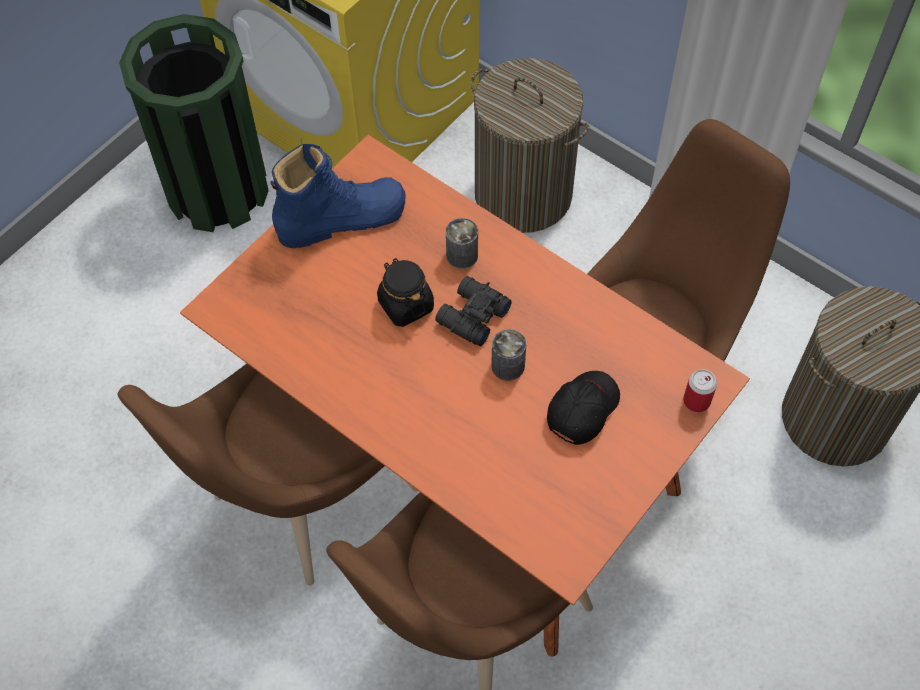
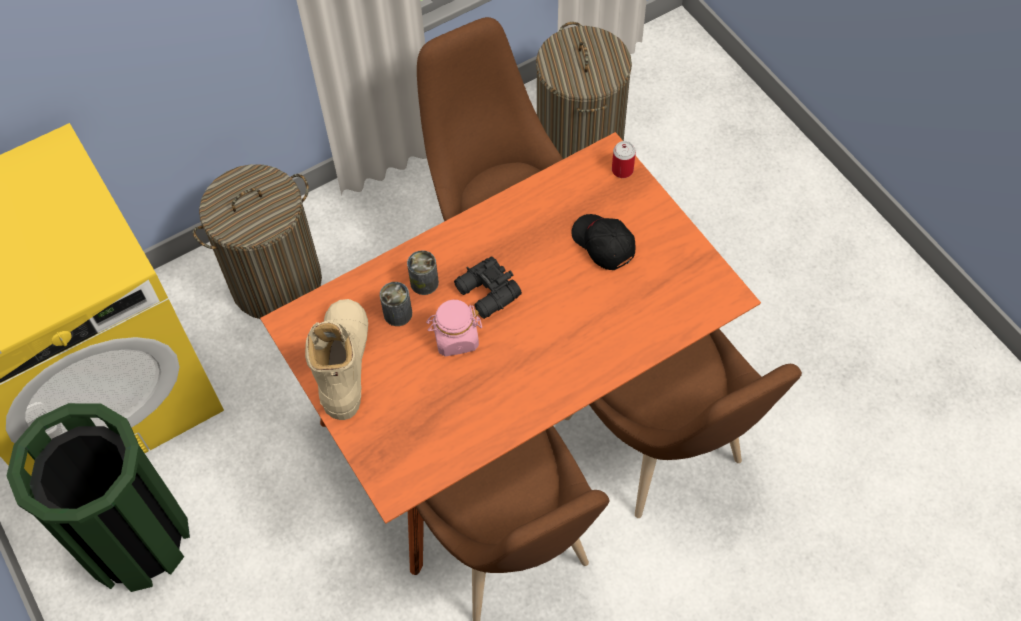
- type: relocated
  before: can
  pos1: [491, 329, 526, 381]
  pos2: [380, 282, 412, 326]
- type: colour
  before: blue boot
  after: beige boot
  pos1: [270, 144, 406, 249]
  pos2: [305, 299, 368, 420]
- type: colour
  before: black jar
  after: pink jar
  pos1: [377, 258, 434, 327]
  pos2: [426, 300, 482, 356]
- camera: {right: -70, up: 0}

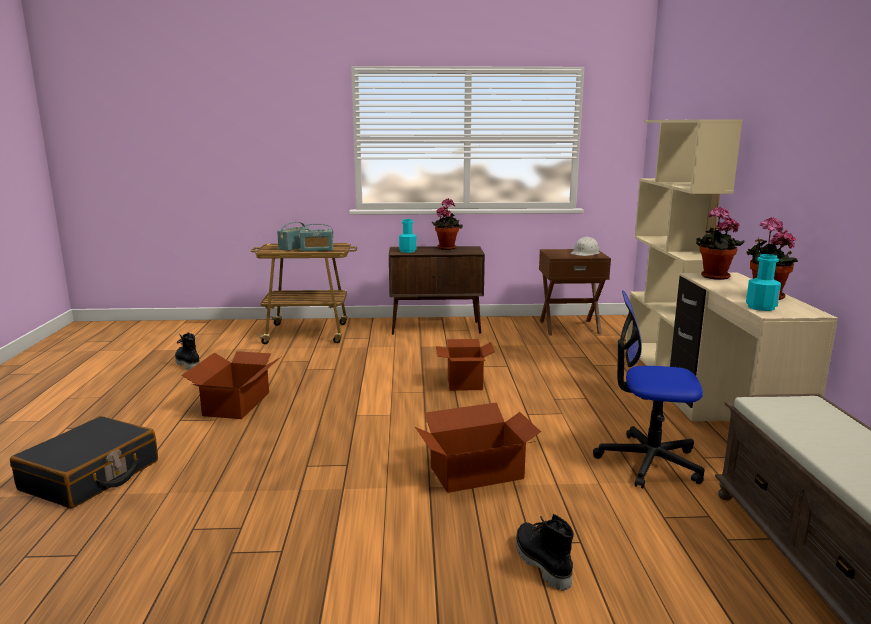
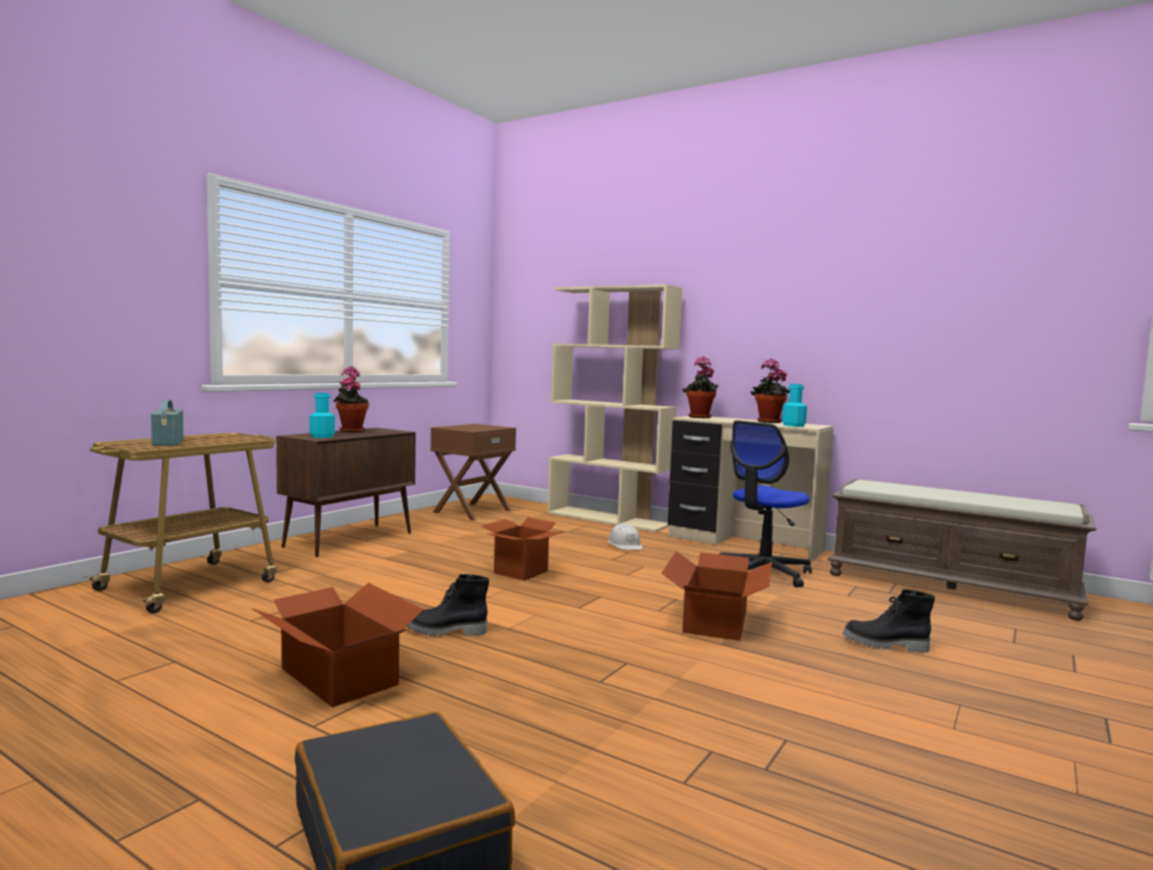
- type: missing
  before: radio
  pos1: [299, 224, 334, 251]
- type: relocated
  before: black boot
  pos1: [175, 332, 200, 370]
  pos2: [407, 574, 489, 637]
- type: relocated
  before: white hard hat
  pos1: [571, 237, 600, 256]
  pos2: [608, 523, 643, 550]
- camera: {right: -55, up: -10}

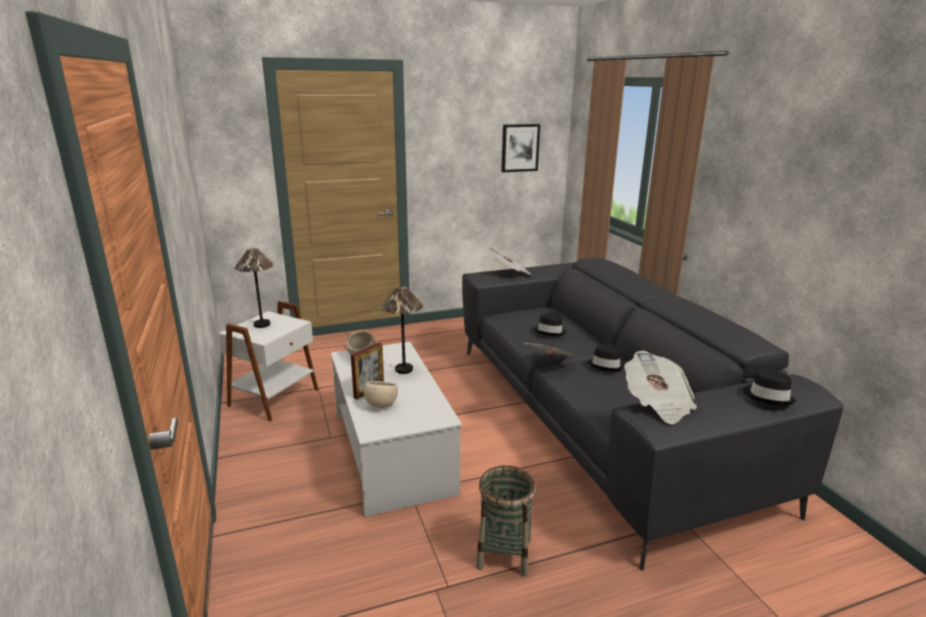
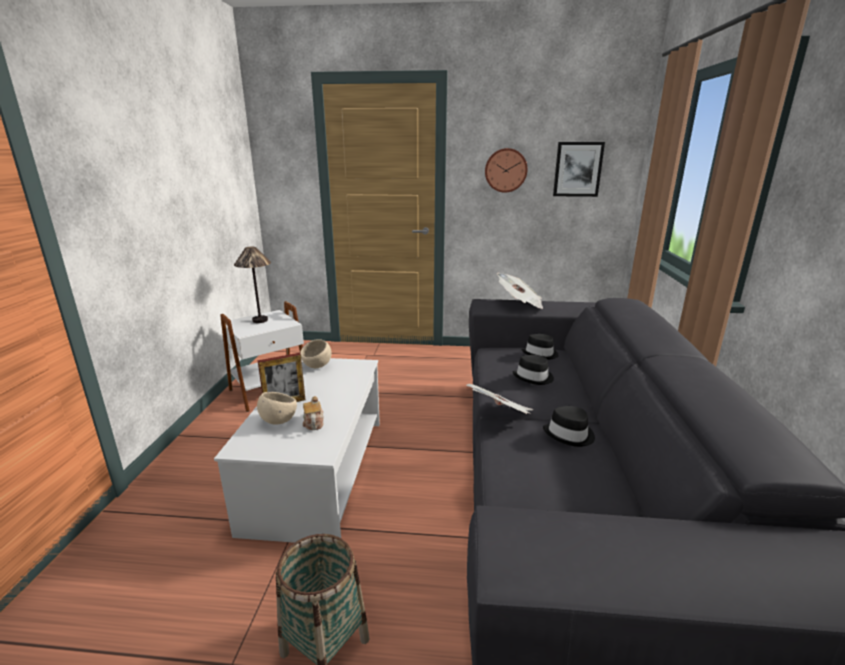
- type: missing
  before: table lamp
  pos1: [381, 286, 423, 374]
- type: missing
  before: newspaper
  pos1: [624, 351, 697, 425]
- type: appeared
  after: teapot
  pos2: [303, 396, 324, 430]
- type: appeared
  after: wall clock
  pos2: [485, 148, 528, 193]
- type: relocated
  before: black hat
  pos1: [743, 369, 796, 405]
  pos2: [521, 334, 559, 360]
- camera: {right: 25, up: 0}

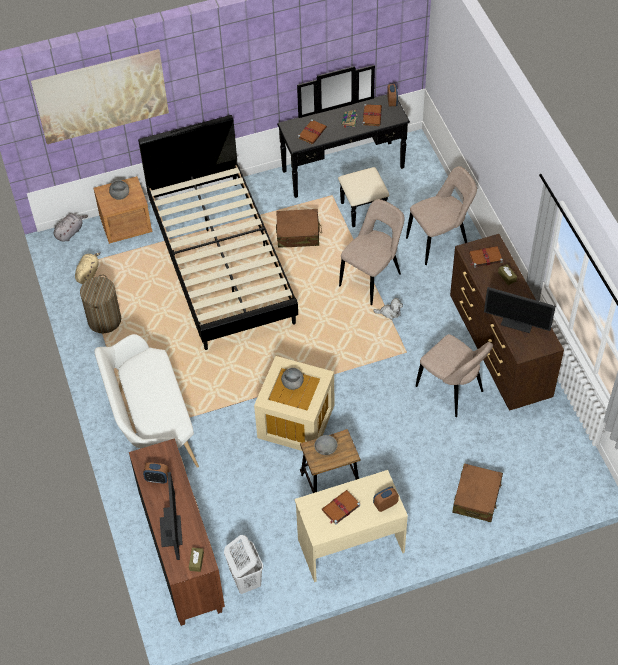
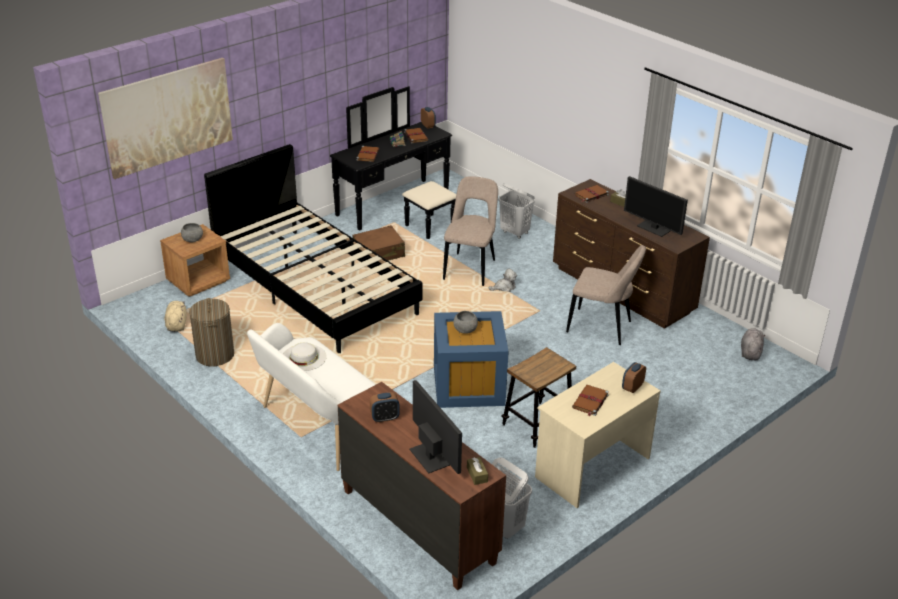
- type: missing
  before: grey bowl
  pos1: [314, 435, 338, 455]
- type: missing
  before: brown suitcase
  pos1: [452, 463, 503, 522]
- type: appeared
  after: white hat
  pos2: [283, 342, 326, 371]
- type: relocated
  before: grey plush toy
  pos1: [54, 213, 88, 242]
  pos2: [741, 328, 765, 361]
- type: exchanged
  before: beige chair
  after: white laundry basket
  pos1: [406, 166, 477, 265]
  pos2: [499, 183, 535, 239]
- type: colour
  before: beige storage box
  after: blue storage box
  pos1: [254, 356, 335, 451]
  pos2: [434, 311, 509, 408]
- type: spun
  before: monitor
  pos1: [484, 287, 556, 333]
  pos2: [624, 176, 688, 237]
  turn: 45
- camera: {right: -25, up: -20}

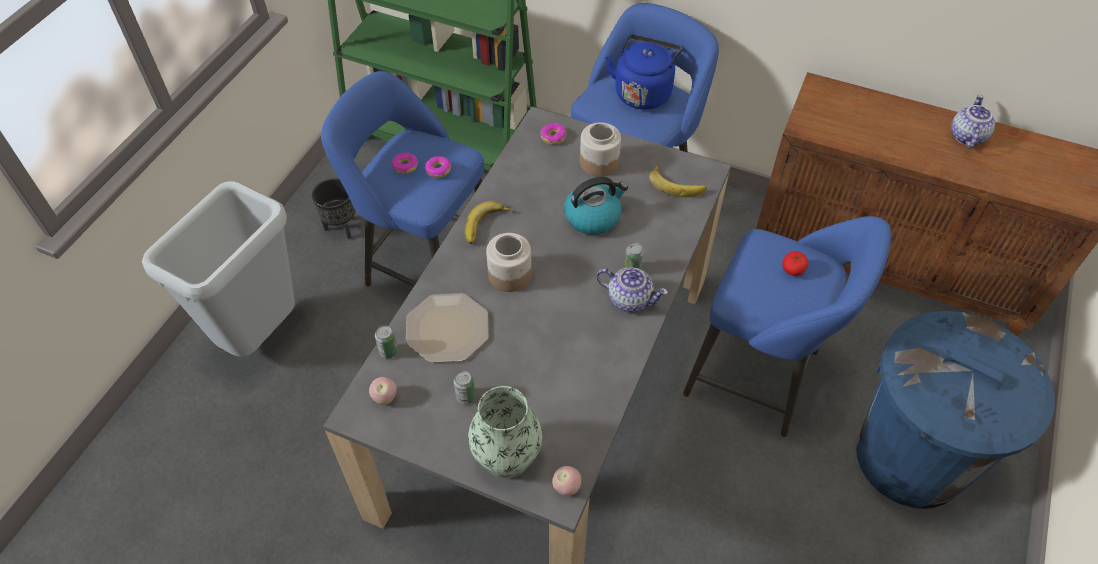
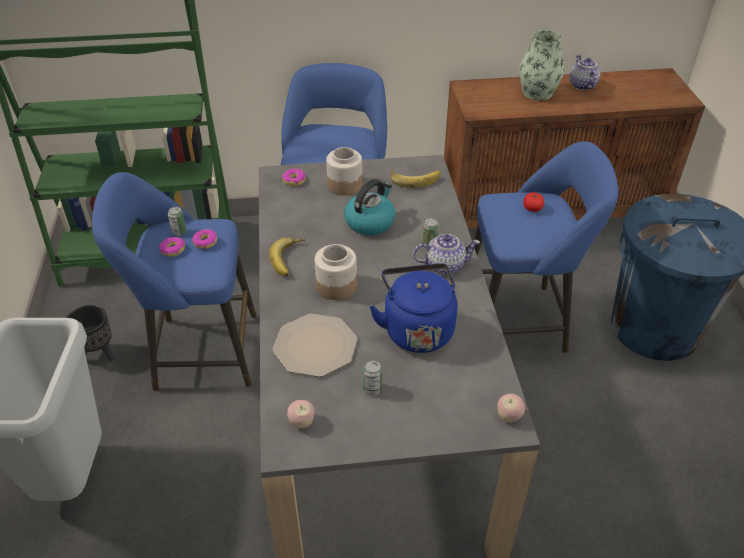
- type: relocated
  before: can
  pos1: [375, 325, 398, 359]
  pos2: [168, 207, 187, 235]
- type: relocated
  before: vase
  pos1: [468, 386, 542, 478]
  pos2: [519, 30, 564, 100]
- type: relocated
  before: blue kettle
  pos1: [605, 34, 682, 110]
  pos2: [369, 263, 457, 353]
- camera: {right: -30, up: -10}

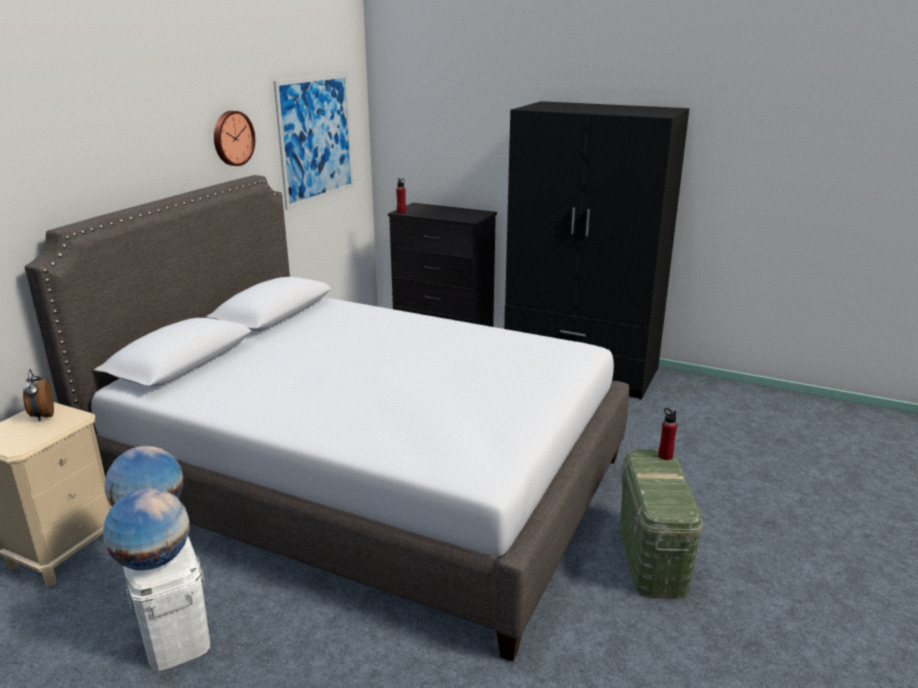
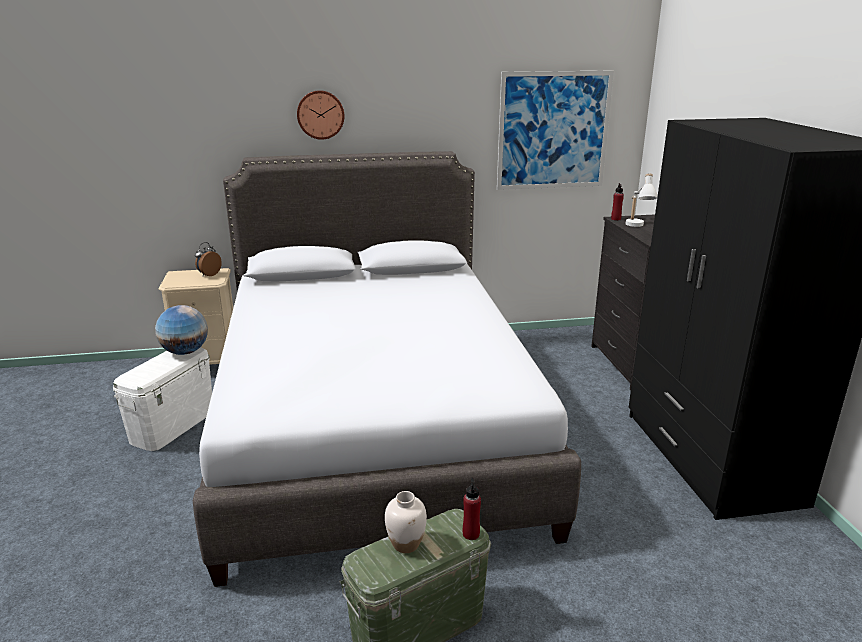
- type: missing
  before: globe
  pos1: [103, 488, 189, 570]
- type: appeared
  after: white vase
  pos2: [385, 491, 427, 553]
- type: appeared
  after: white table lamp
  pos2: [626, 174, 657, 227]
- type: relocated
  before: wall clock
  pos1: [214, 111, 255, 166]
  pos2: [297, 90, 344, 140]
- camera: {right: 55, up: 0}

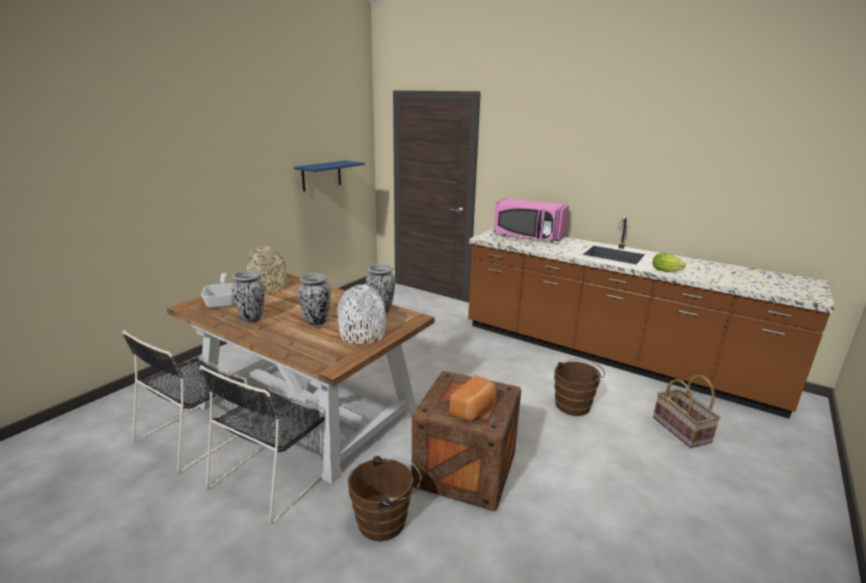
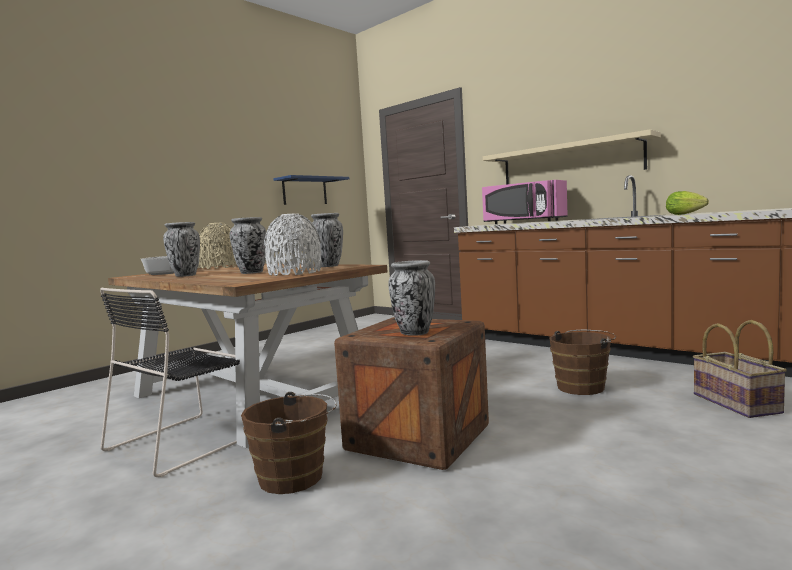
- type: missing
  before: black chair
  pos1: [123, 330, 252, 472]
- type: appeared
  after: beige shelf
  pos2: [483, 129, 661, 185]
- type: exchanged
  before: bread
  after: vase
  pos1: [450, 375, 496, 421]
  pos2: [388, 260, 435, 336]
- camera: {right: 10, up: -15}

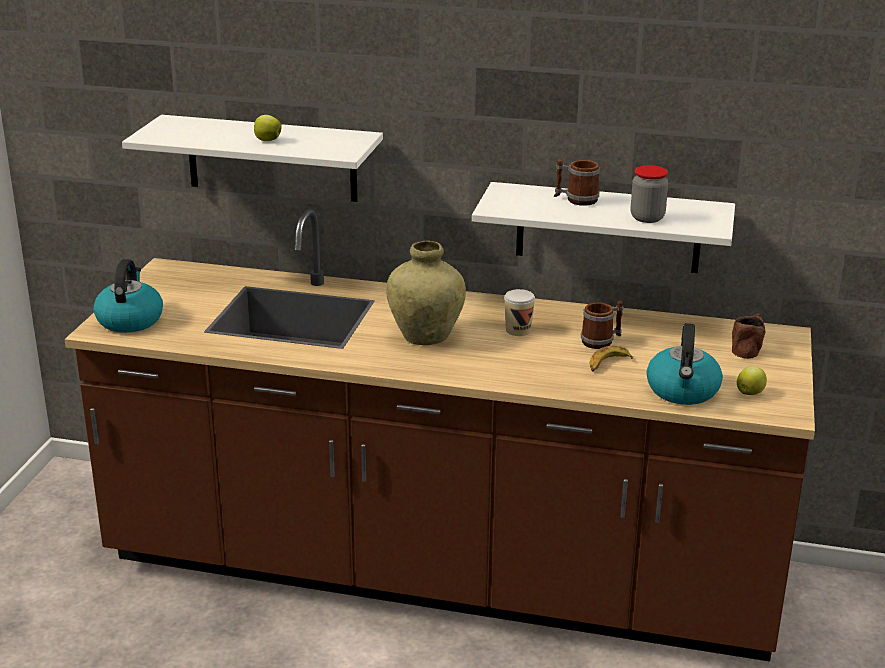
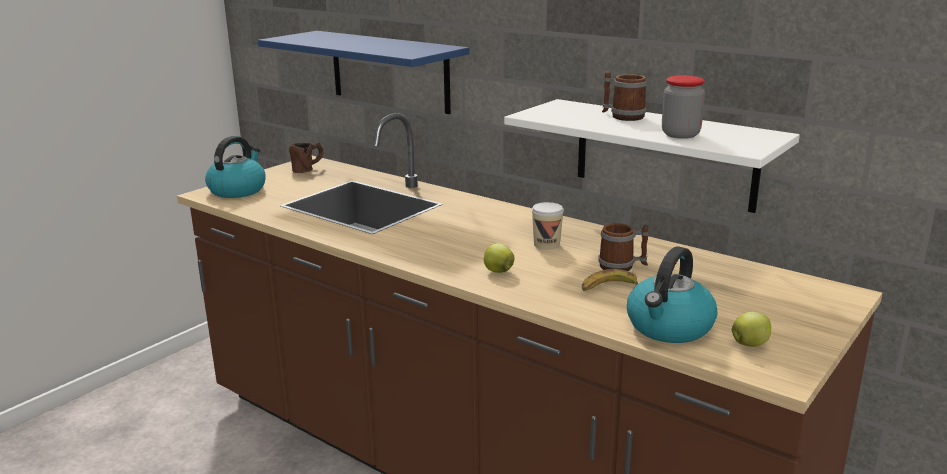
- type: missing
  before: beige vase
  pos1: [386, 241, 466, 345]
- type: relocated
  before: apple
  pos1: [254, 115, 282, 141]
  pos2: [484, 243, 514, 273]
- type: relocated
  before: brown mug
  pos1: [732, 313, 765, 359]
  pos2: [289, 143, 324, 173]
- type: colour
  before: white shelf
  after: blue shelf
  pos1: [122, 115, 383, 202]
  pos2: [258, 31, 469, 114]
- camera: {right: 25, up: -5}

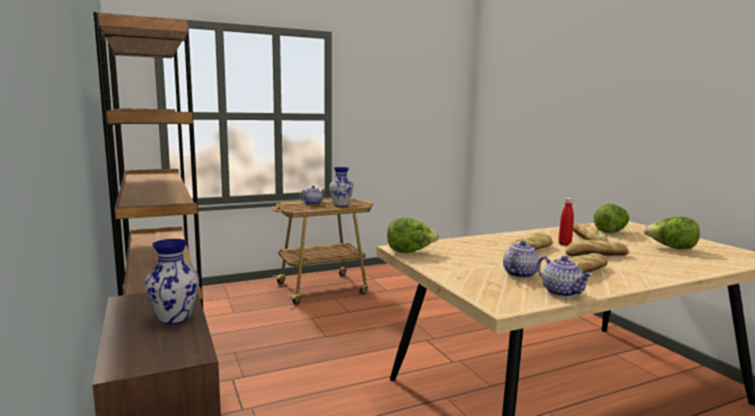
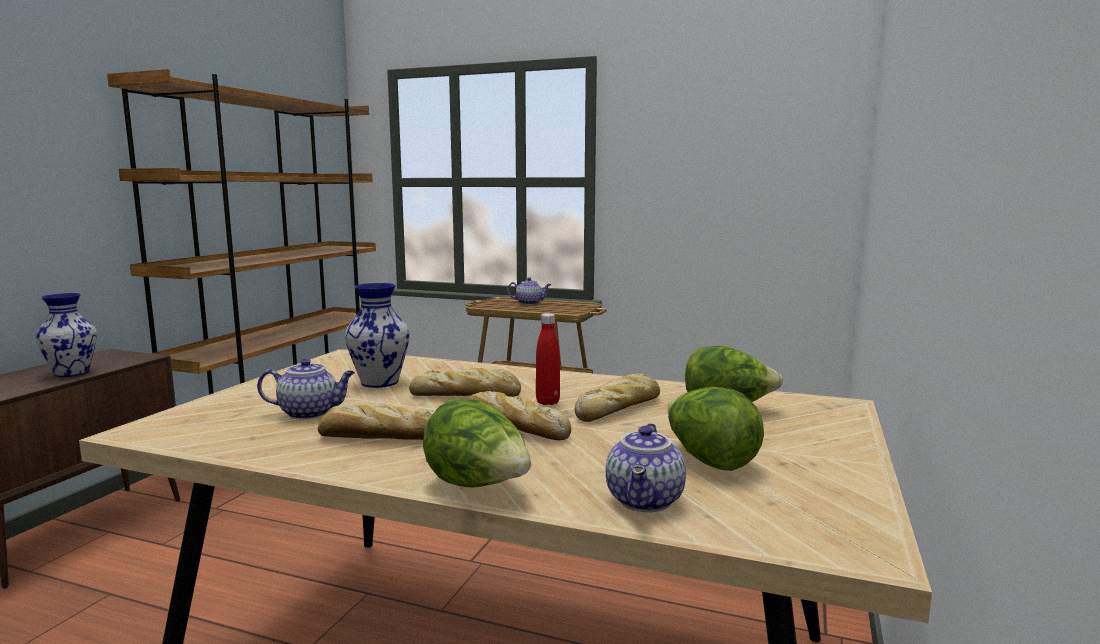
- type: relocated
  before: vase
  pos1: [329, 167, 353, 207]
  pos2: [345, 283, 410, 388]
- type: relocated
  before: lettuce
  pos1: [387, 218, 439, 253]
  pos2: [423, 399, 531, 487]
- type: relocated
  before: teapot
  pos1: [537, 256, 593, 297]
  pos2: [606, 423, 686, 512]
- camera: {right: 45, up: 0}

